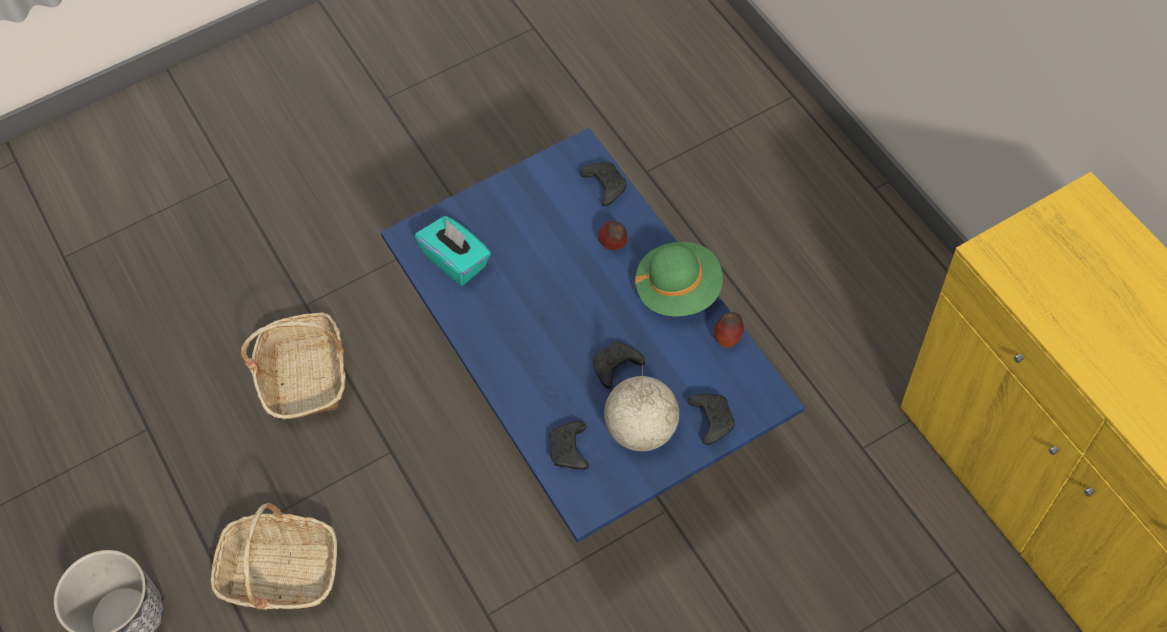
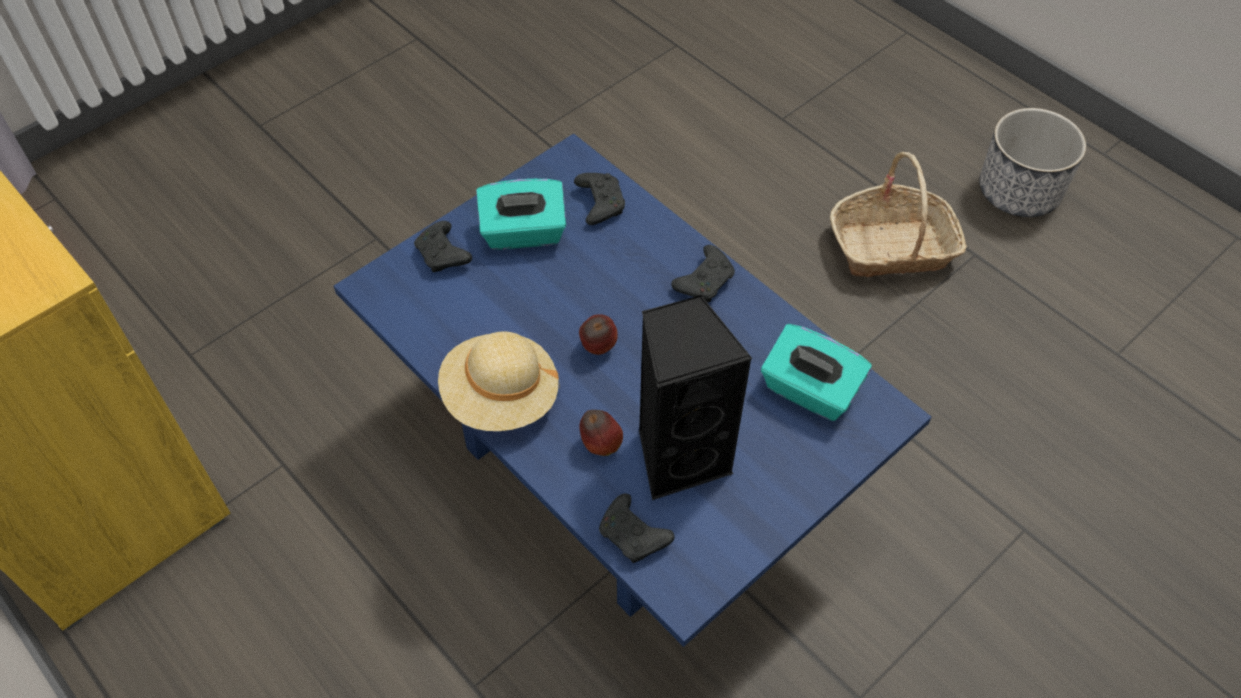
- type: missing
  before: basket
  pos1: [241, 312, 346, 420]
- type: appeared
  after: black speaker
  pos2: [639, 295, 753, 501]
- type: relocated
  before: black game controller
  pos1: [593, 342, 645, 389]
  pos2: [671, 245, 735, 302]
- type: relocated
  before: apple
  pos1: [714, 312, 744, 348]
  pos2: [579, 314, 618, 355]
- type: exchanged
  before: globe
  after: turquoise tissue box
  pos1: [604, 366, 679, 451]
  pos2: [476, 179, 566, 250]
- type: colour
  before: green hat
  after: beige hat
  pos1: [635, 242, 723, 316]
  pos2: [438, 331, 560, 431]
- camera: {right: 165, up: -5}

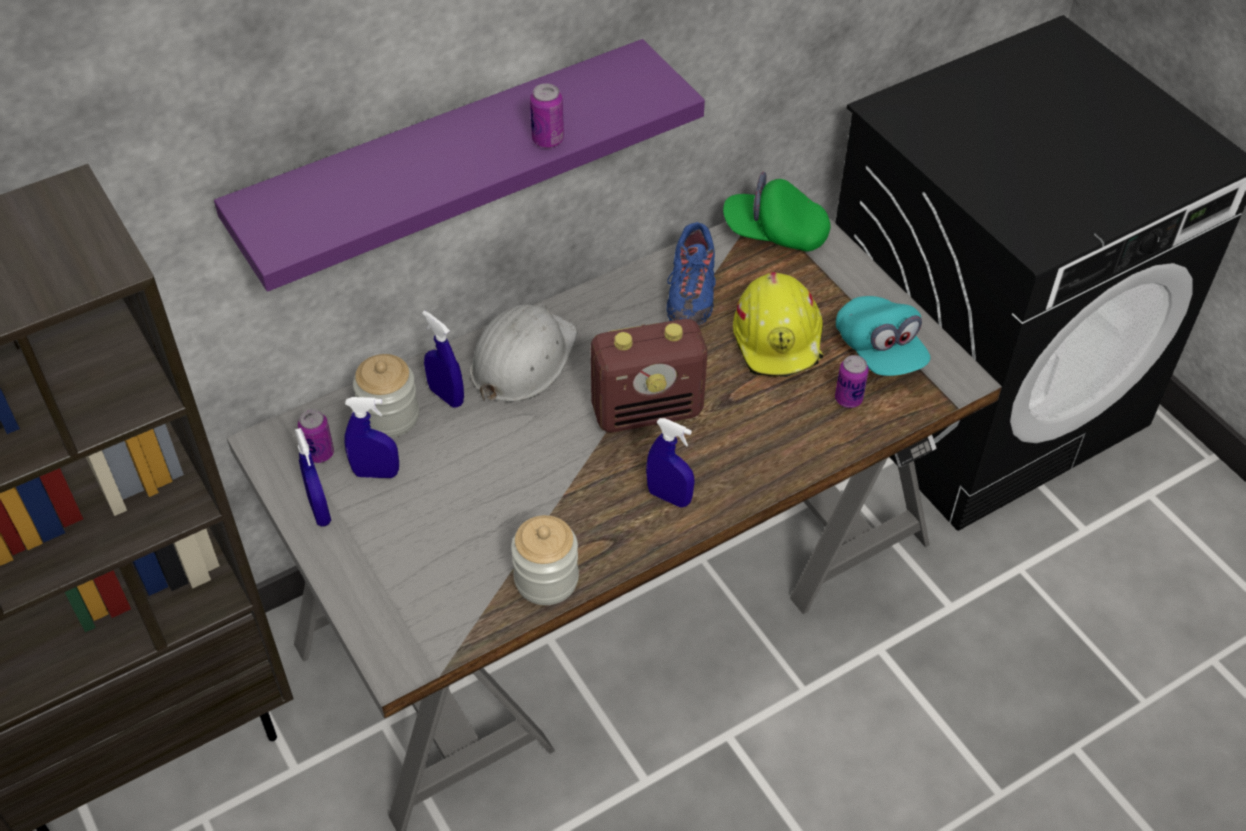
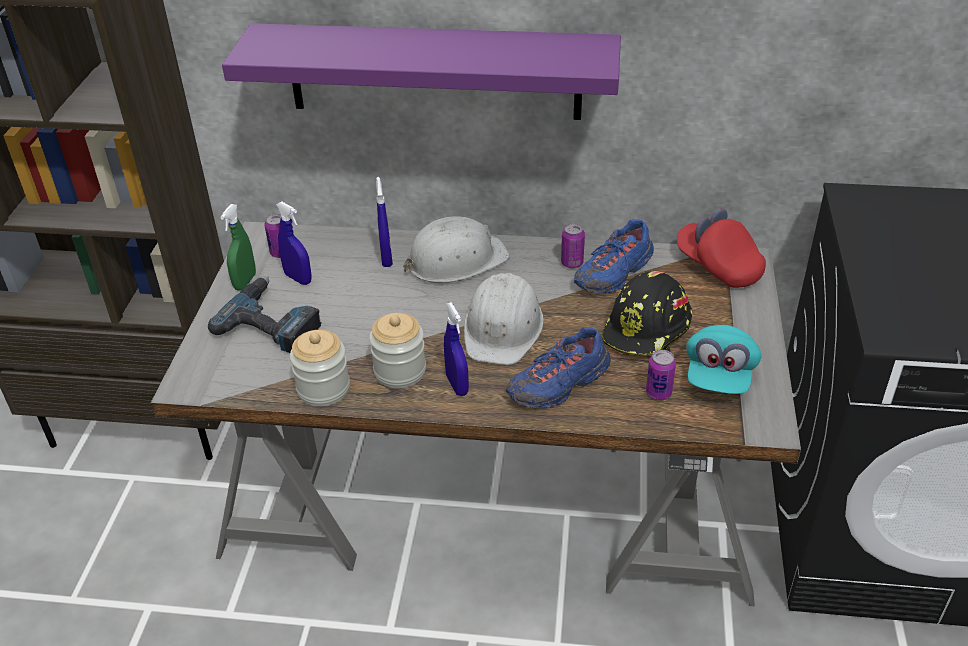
- type: appeared
  after: power drill
  pos2: [208, 276, 322, 353]
- type: appeared
  after: blue shoe
  pos2: [506, 327, 610, 409]
- type: relocated
  before: jar
  pos1: [353, 354, 419, 438]
  pos2: [369, 313, 426, 388]
- type: relocated
  before: can
  pos1: [530, 83, 564, 148]
  pos2: [561, 223, 585, 268]
- type: exchanged
  before: radio
  after: white hard hat
  pos1: [591, 319, 707, 432]
  pos2: [464, 273, 544, 365]
- type: colour
  before: blue spray bottle
  after: green spray bottle
  pos1: [295, 428, 331, 527]
  pos2: [220, 204, 256, 290]
- type: colour
  before: green cap
  after: red cap
  pos1: [723, 172, 831, 252]
  pos2: [677, 208, 766, 288]
- type: colour
  before: yellow hard hat
  after: black hard hat
  pos1: [733, 272, 823, 377]
  pos2: [602, 271, 692, 356]
- camera: {right: 40, up: -10}

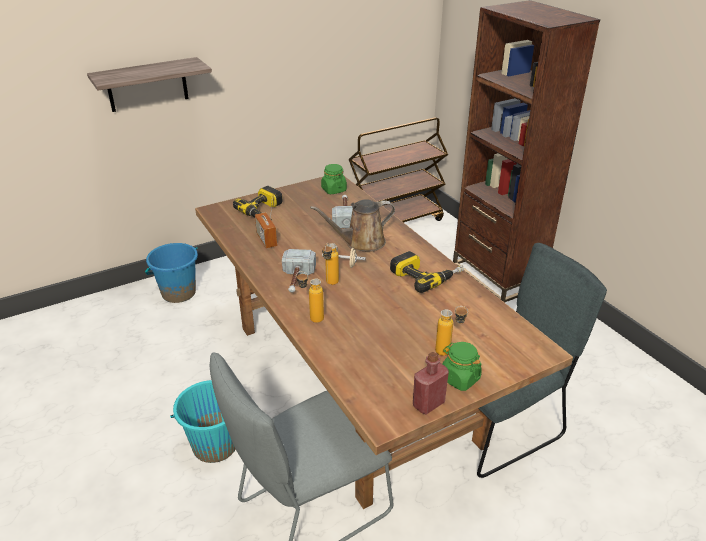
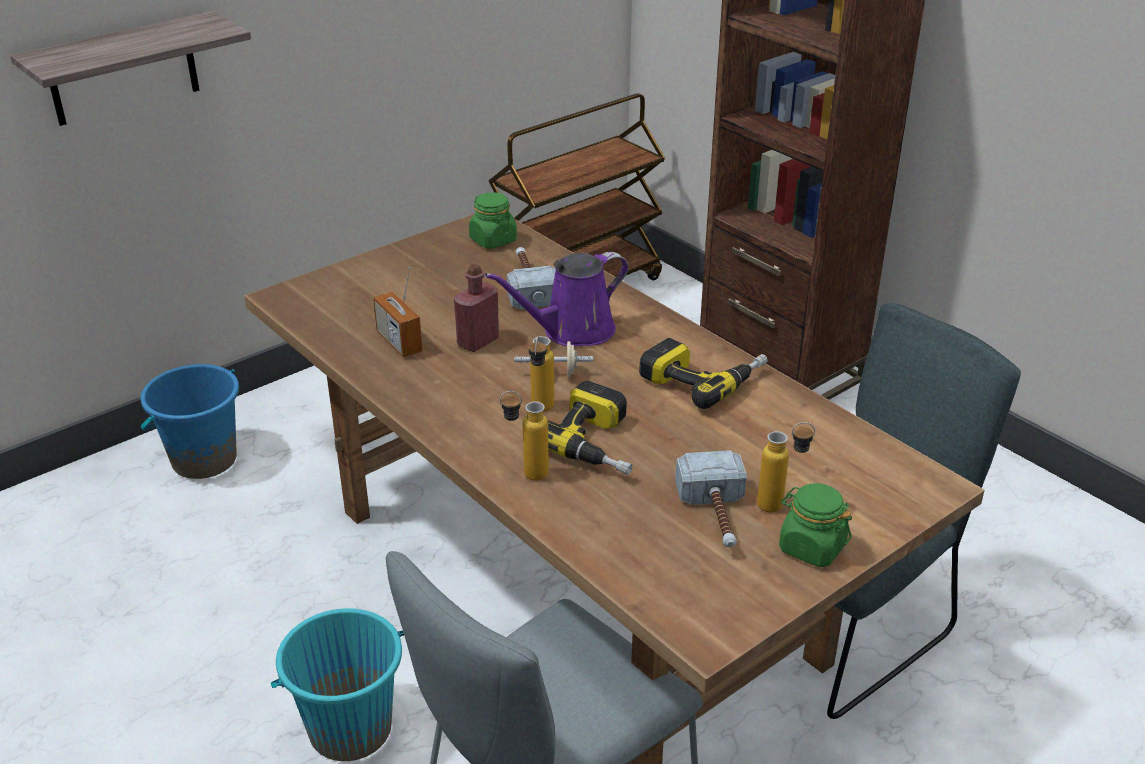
- type: relocated
  before: power drill
  pos1: [233, 186, 283, 221]
  pos2: [548, 381, 633, 475]
- type: relocated
  before: hammer
  pos1: [282, 249, 316, 292]
  pos2: [675, 450, 747, 547]
- type: relocated
  before: red bottle
  pos1: [413, 352, 449, 414]
  pos2: [454, 263, 499, 352]
- type: colour
  before: brown watering can
  after: purple watering can
  pos1: [310, 199, 395, 252]
  pos2: [485, 252, 629, 346]
- camera: {right: -10, up: 0}

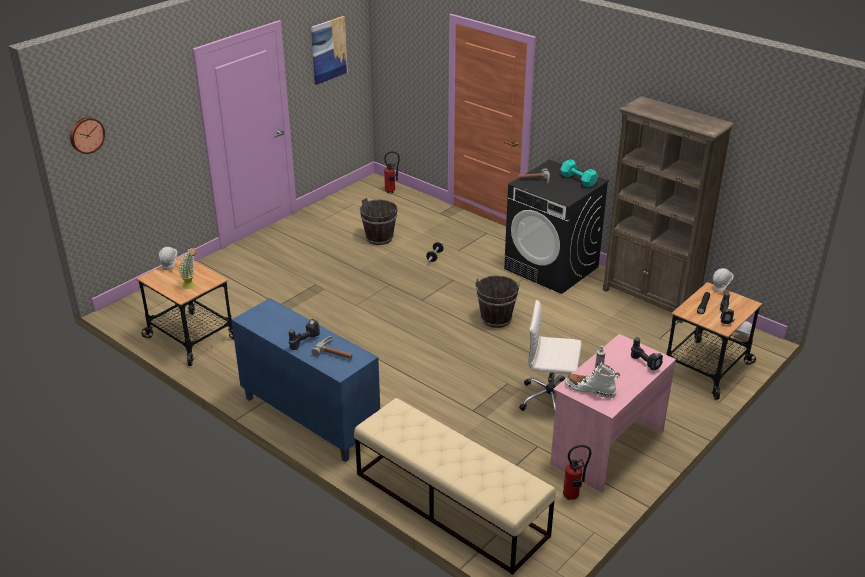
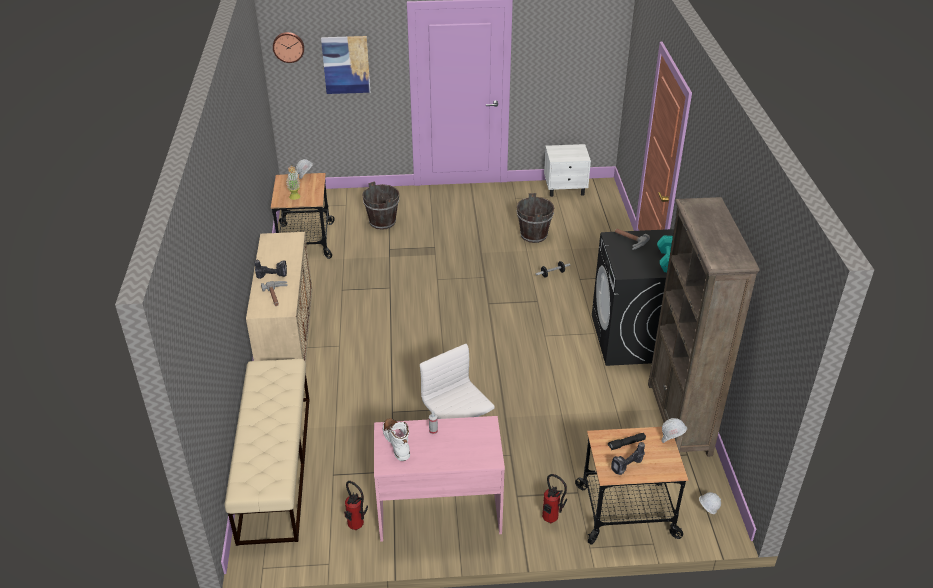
- type: missing
  before: power drill
  pos1: [631, 337, 663, 371]
- type: appeared
  after: white nightstand
  pos2: [544, 144, 591, 197]
- type: relocated
  before: picture
  pos1: [311, 16, 348, 85]
  pos2: [321, 36, 371, 94]
- type: relocated
  before: fire extinguisher
  pos1: [384, 151, 400, 193]
  pos2: [542, 474, 567, 523]
- type: relocated
  before: brown bucket
  pos1: [476, 276, 520, 328]
  pos2: [362, 181, 399, 230]
- type: colour
  before: blue cabinet
  after: beige cabinet
  pos1: [231, 298, 380, 462]
  pos2: [246, 232, 312, 362]
- camera: {right: 45, up: 5}

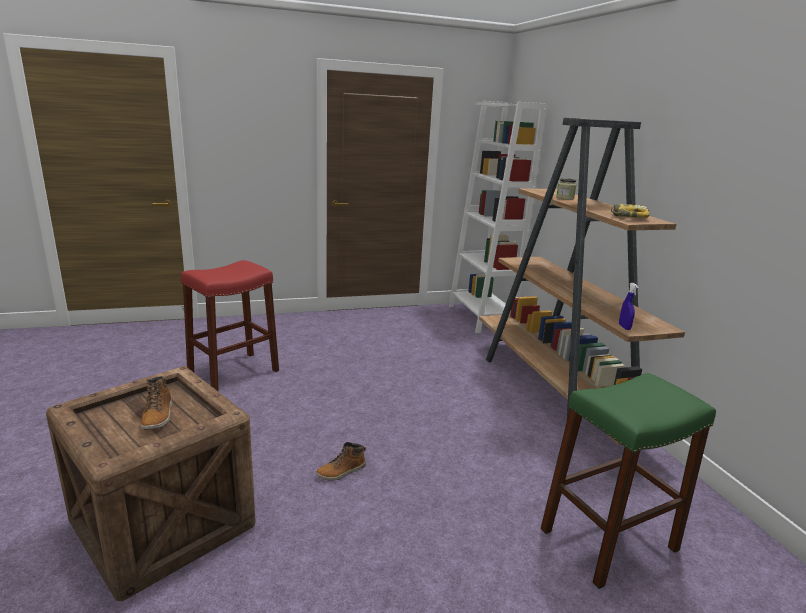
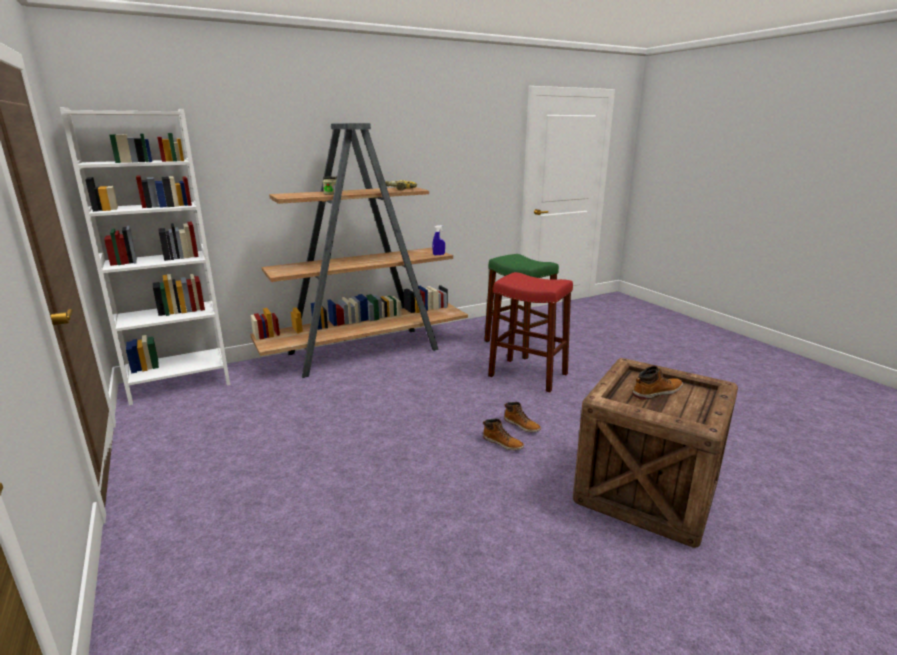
- type: appeared
  after: boot
  pos2: [483, 419, 524, 451]
- type: relocated
  before: red stool
  pos1: [181, 260, 279, 392]
  pos2: [488, 272, 573, 392]
- camera: {right: -100, up: 0}

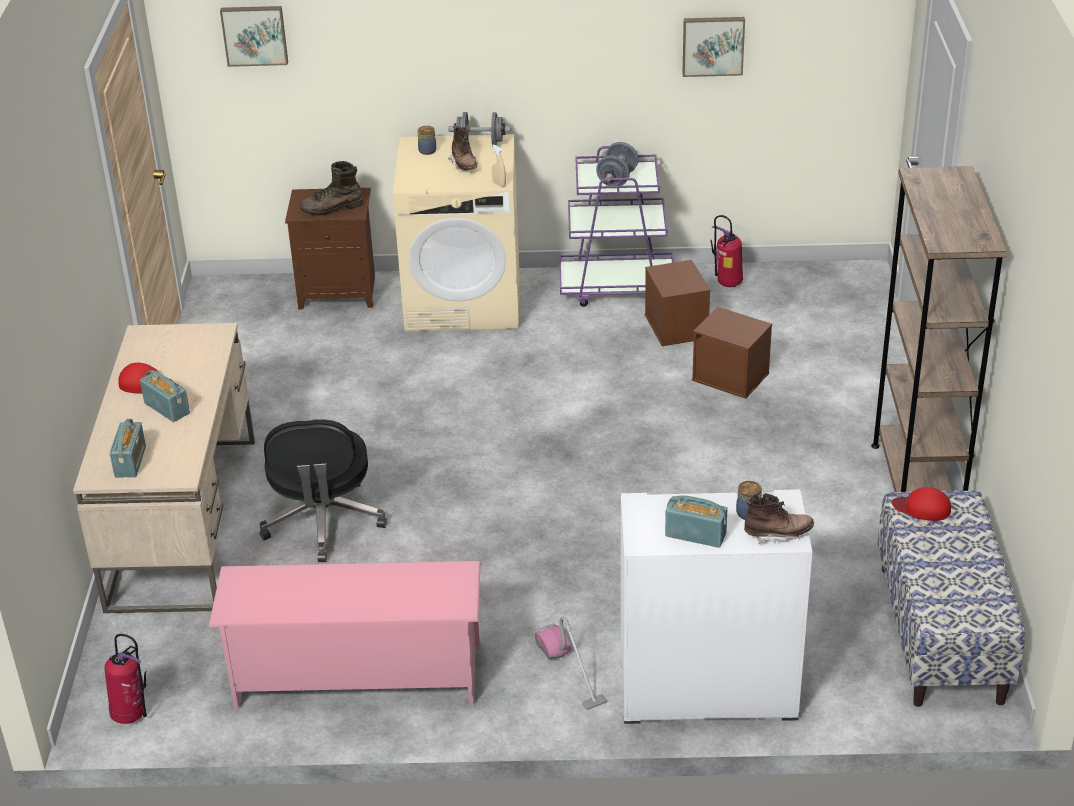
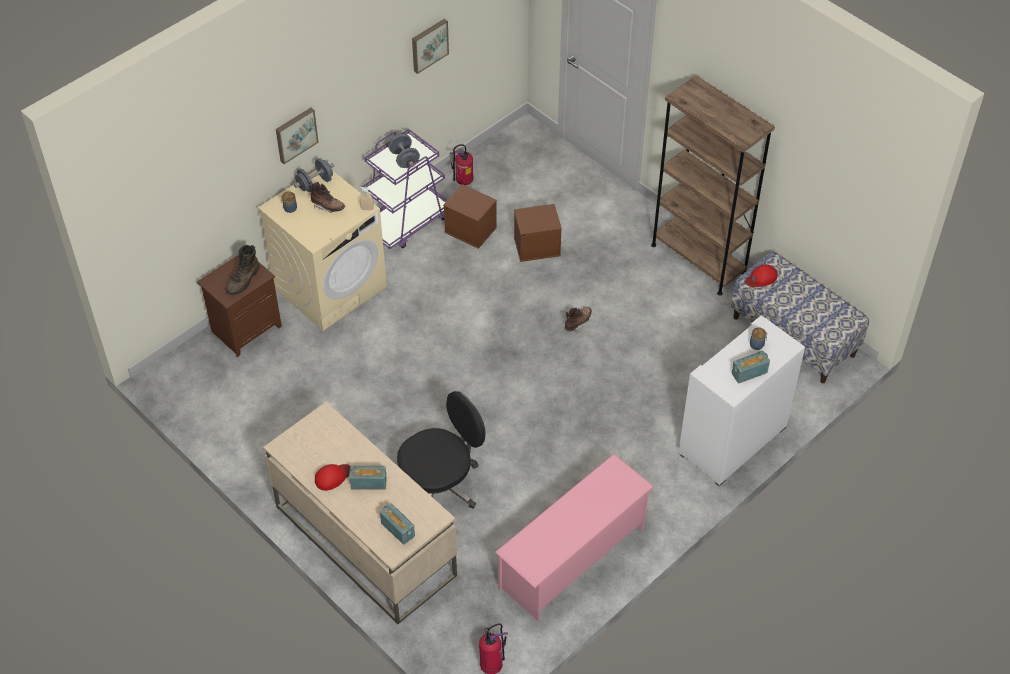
- type: missing
  before: vacuum cleaner
  pos1: [535, 617, 607, 710]
- type: relocated
  before: picture
  pos1: [220, 6, 288, 67]
  pos2: [276, 108, 319, 164]
- type: relocated
  before: brown boot
  pos1: [744, 493, 814, 545]
  pos2: [565, 307, 592, 333]
- type: spun
  before: black office chair
  pos1: [260, 419, 387, 562]
  pos2: [397, 391, 486, 509]
  turn: -75
- camera: {right: -45, up: 15}

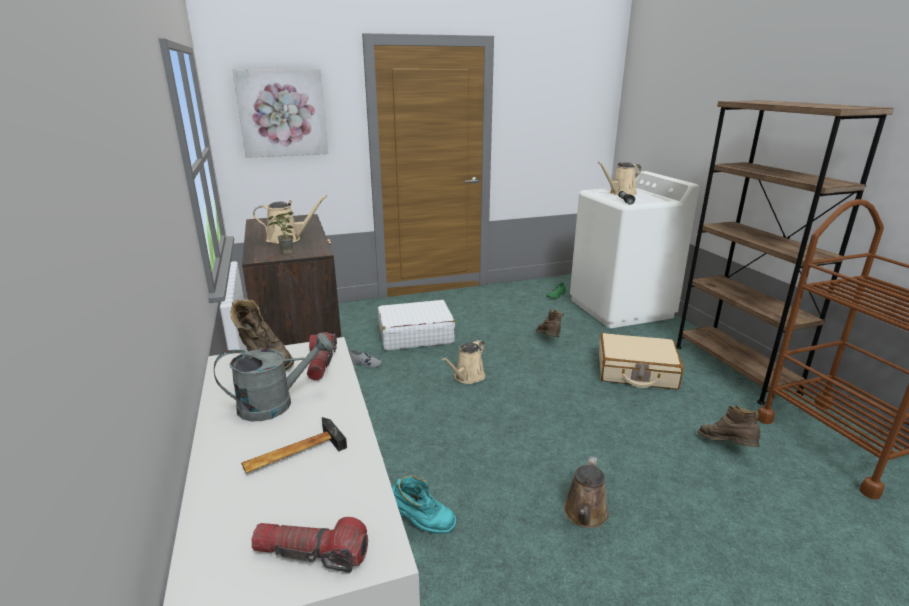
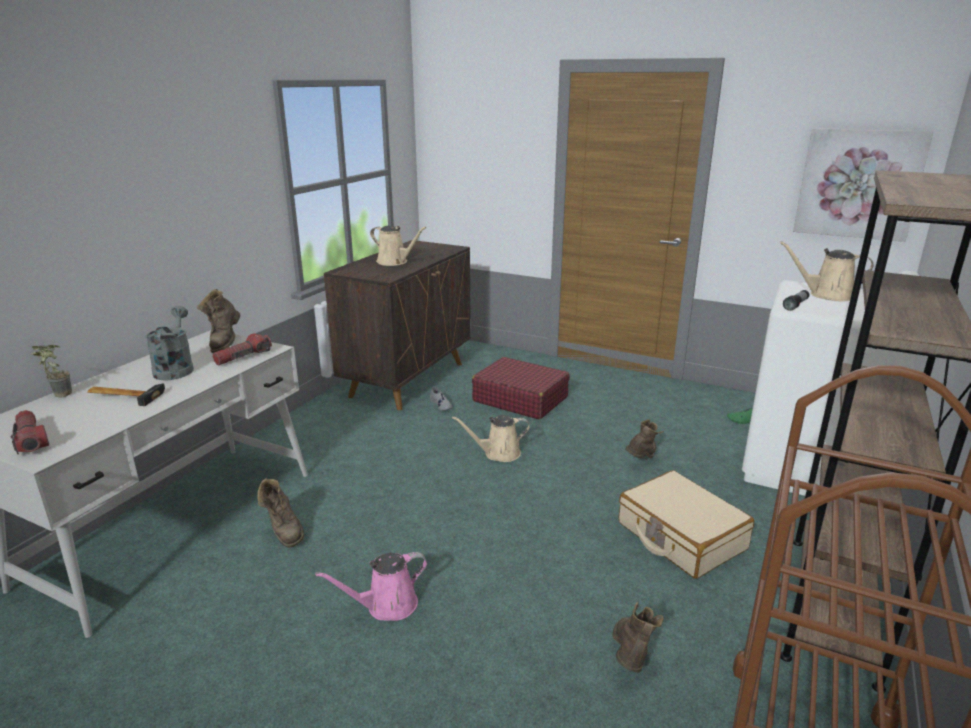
- type: relocated
  before: picture
  pos1: [232, 69, 328, 158]
  pos2: [793, 128, 934, 242]
- type: relocated
  before: potted plant
  pos1: [268, 211, 294, 254]
  pos2: [31, 345, 72, 398]
- type: colour
  before: white suitcase
  after: red suitcase
  pos1: [378, 300, 455, 350]
  pos2: [472, 357, 570, 419]
- type: colour
  before: turquoise boot
  after: brown boot
  pos1: [392, 475, 456, 534]
  pos2: [257, 478, 304, 548]
- type: colour
  before: brown watering can
  after: pink watering can
  pos1: [563, 457, 609, 528]
  pos2: [315, 552, 427, 621]
- type: spun
  before: grey watering can
  pos1: [214, 333, 333, 421]
  pos2: [145, 306, 194, 380]
  turn: -120
- camera: {right: 45, up: 0}

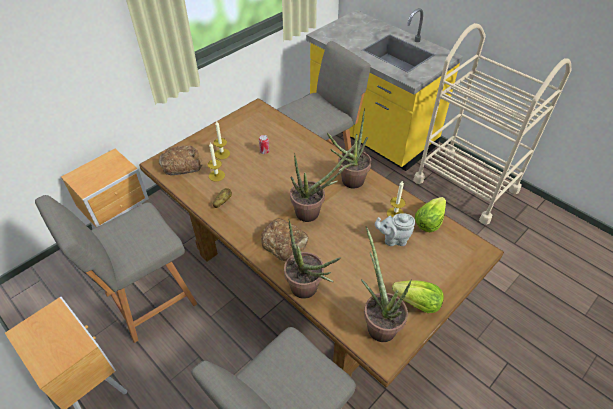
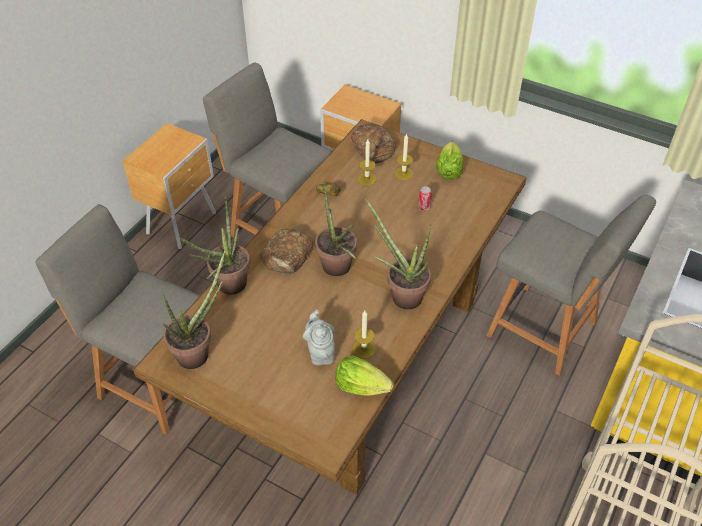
- type: relocated
  before: lettuce
  pos1: [392, 280, 444, 313]
  pos2: [436, 142, 463, 180]
- camera: {right: 75, up: 0}

